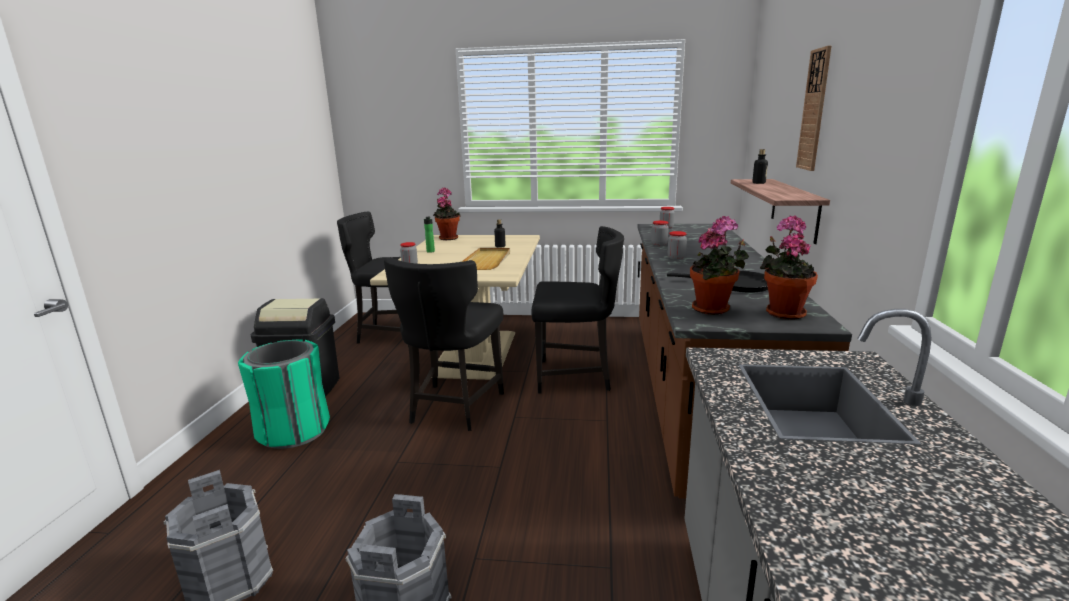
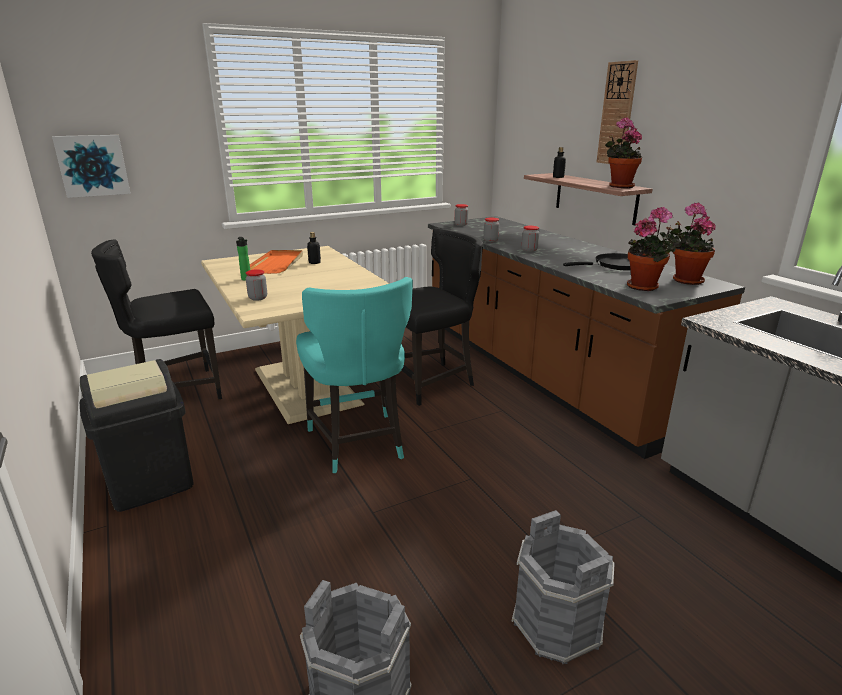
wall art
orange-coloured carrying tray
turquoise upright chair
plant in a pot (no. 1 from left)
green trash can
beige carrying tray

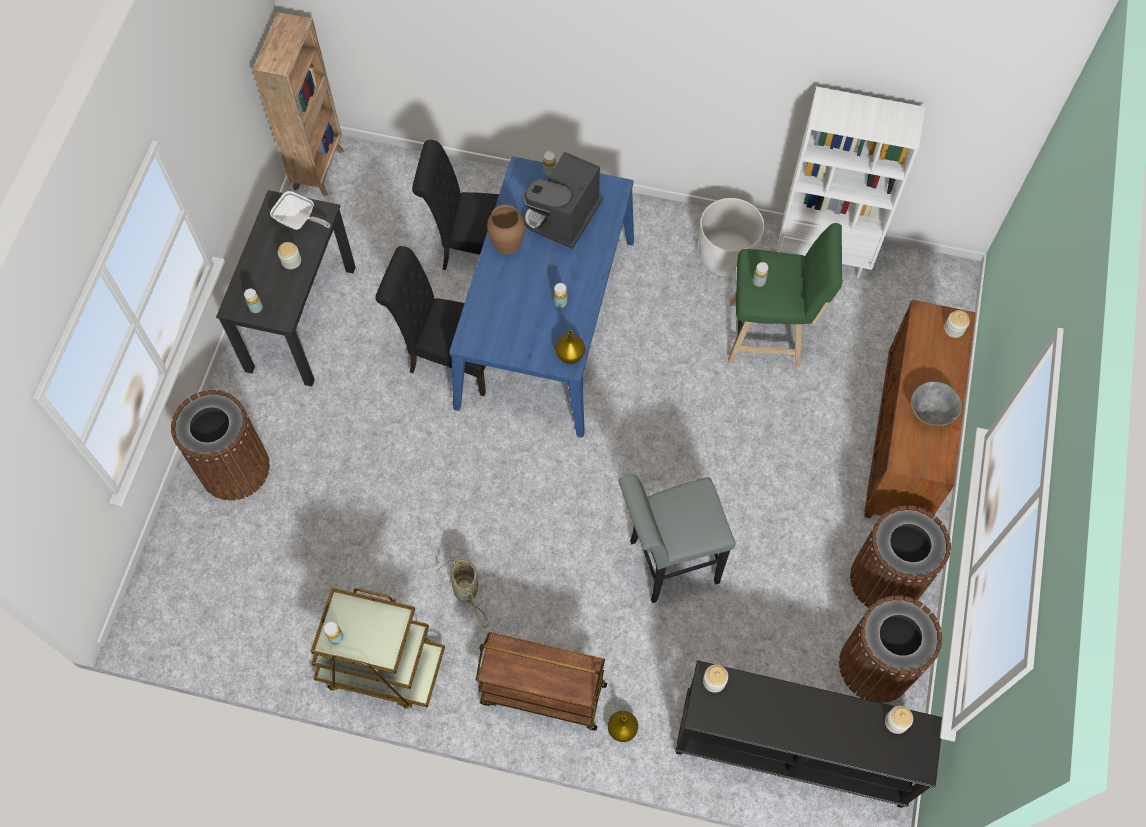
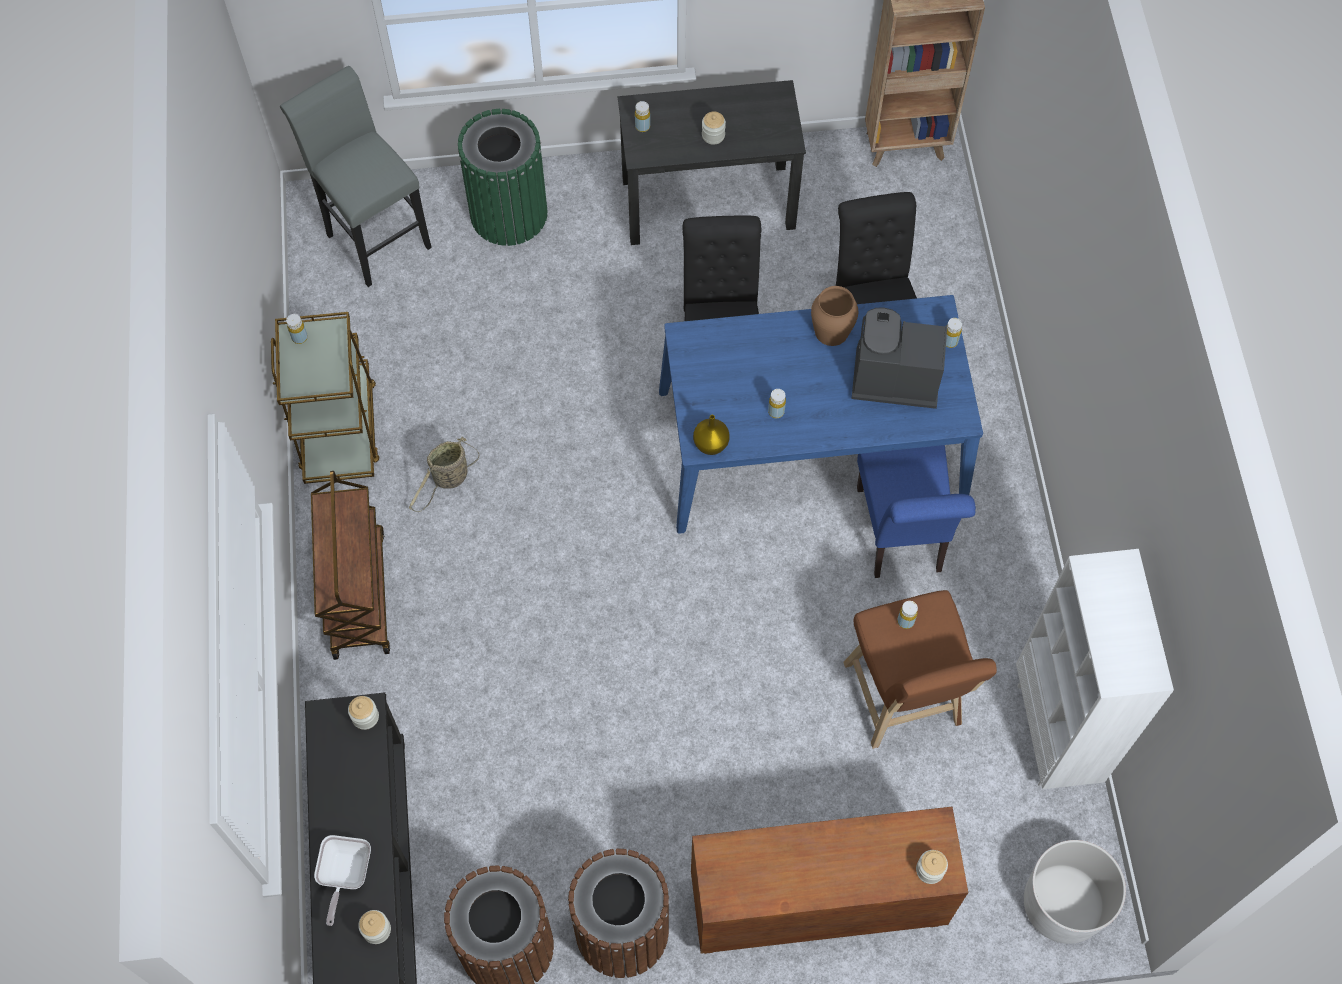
greyish stool
pan
green trash can
brown stool
bluish upright chair
white-coloured flower pot
yellow flower vase (no. 2 from left in the first image)
greyish bowl

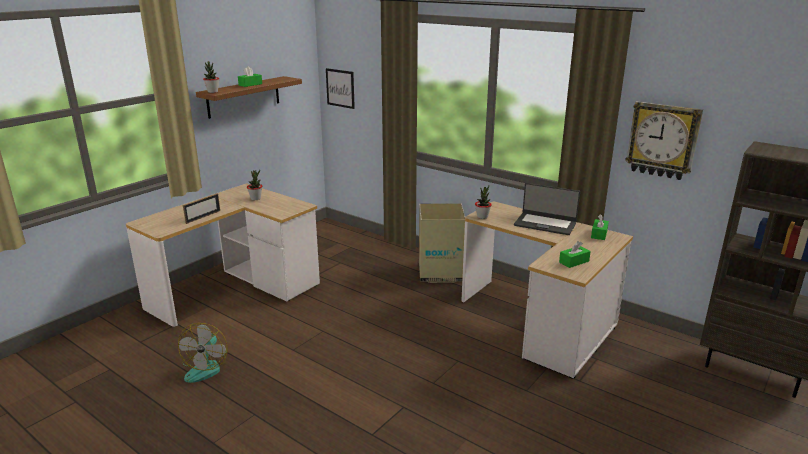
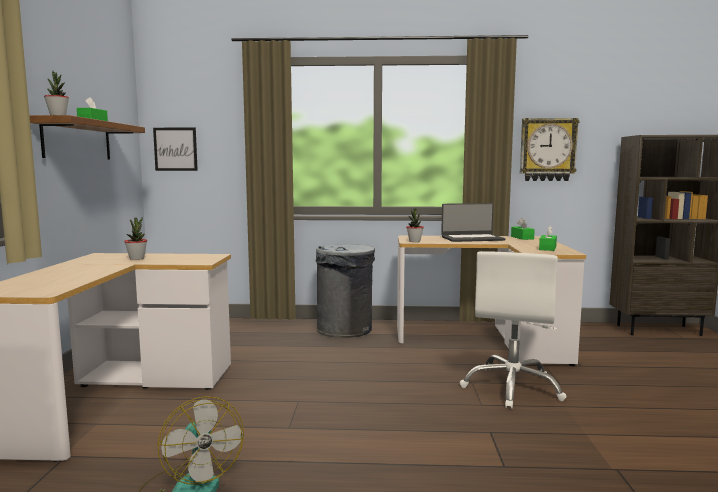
greyish trash can
white-coloured computer chair
picture frame

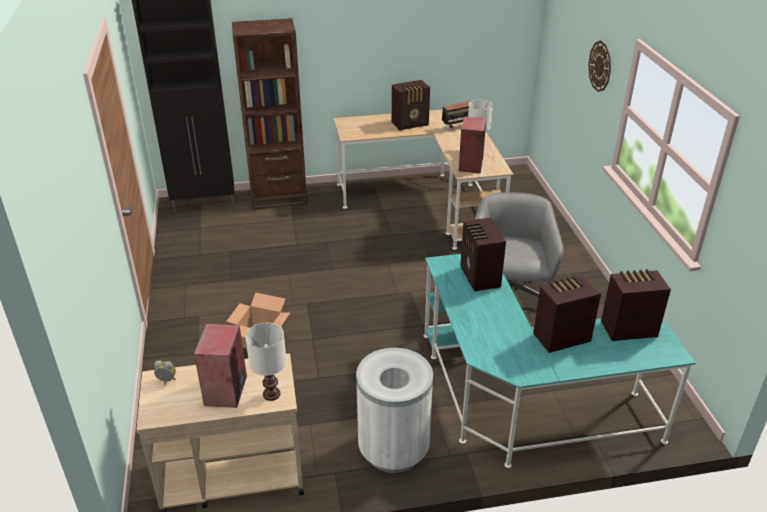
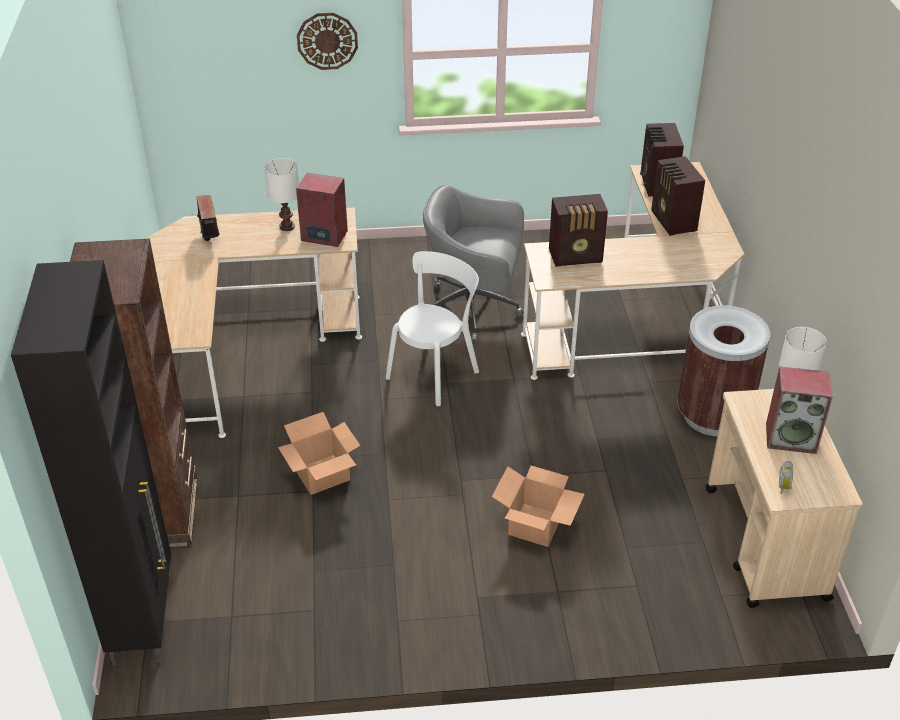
carton (no. 1 from left)
white-coloured upright chair
beige desk unit (no. 2 from left)
brown trash can
radio set (no. 1 from left in the first image)

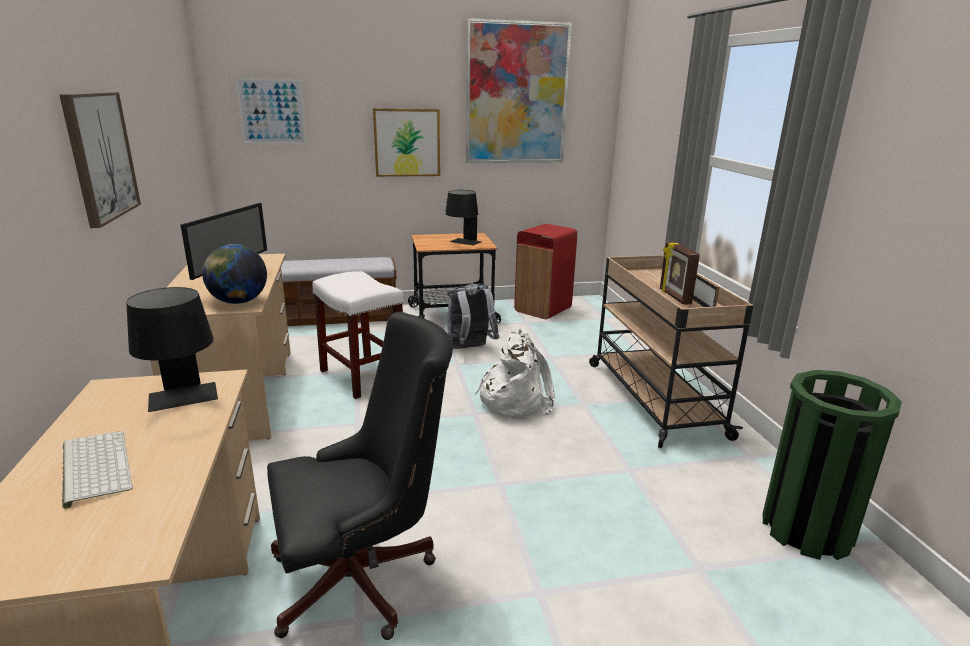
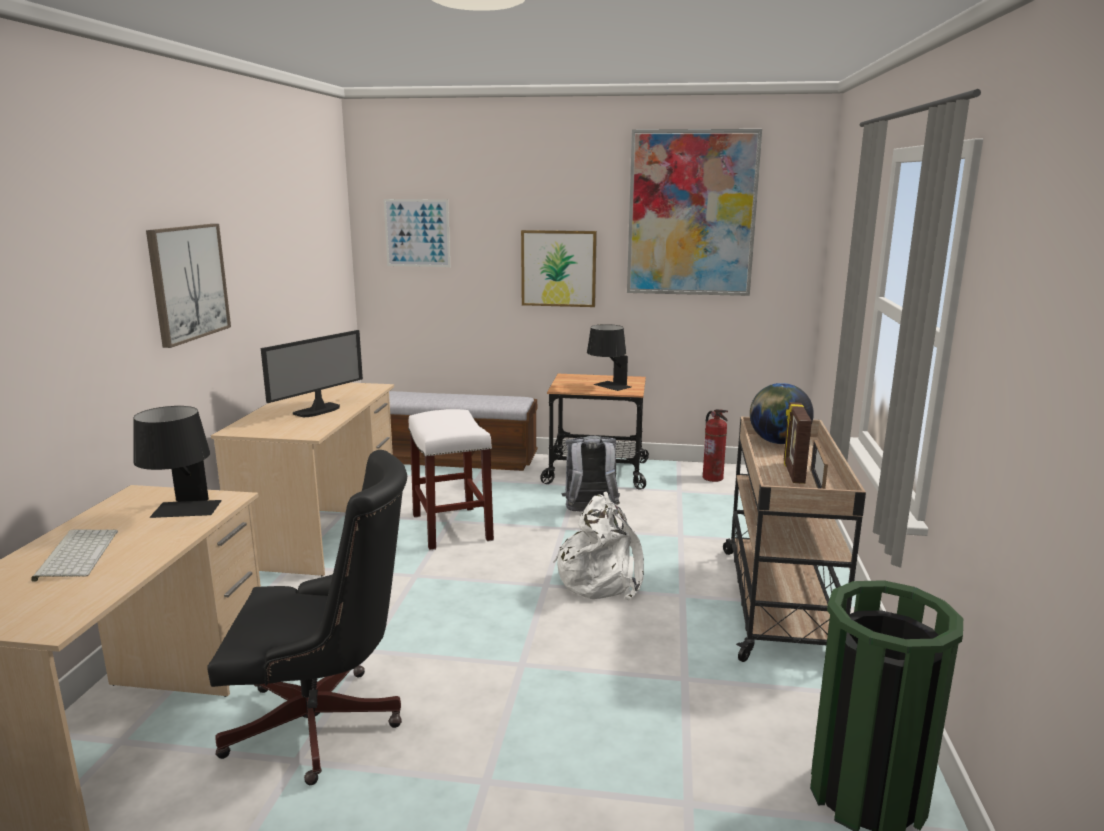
fire-fighting cylinder
globe

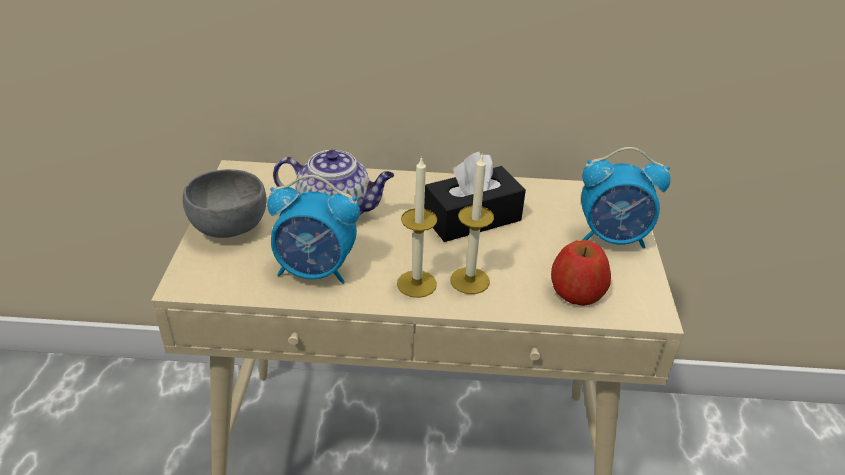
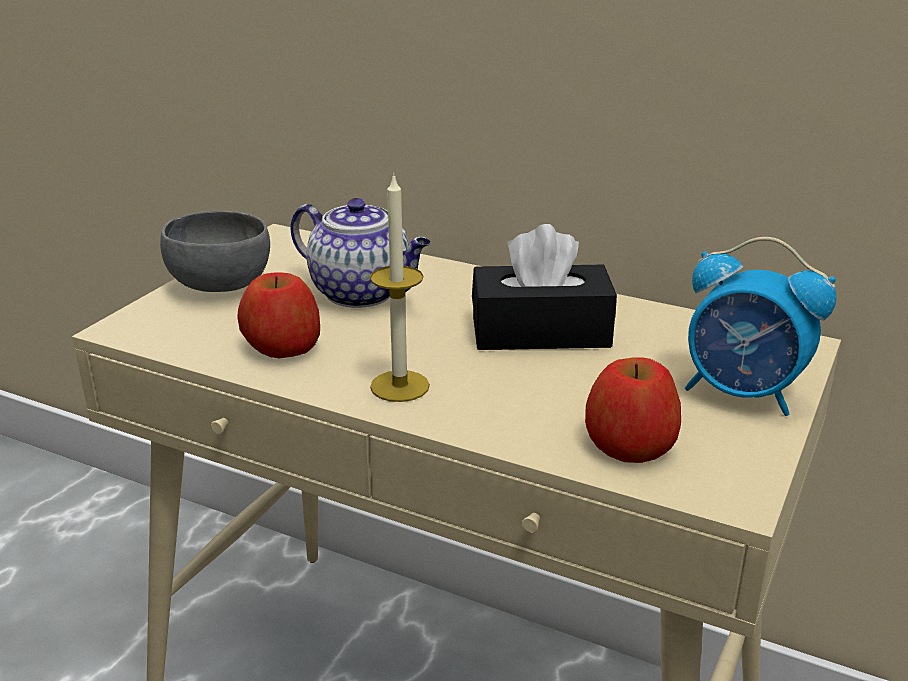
apple fruit (no. 1 from left)
candle (no. 2 from left in the first image)

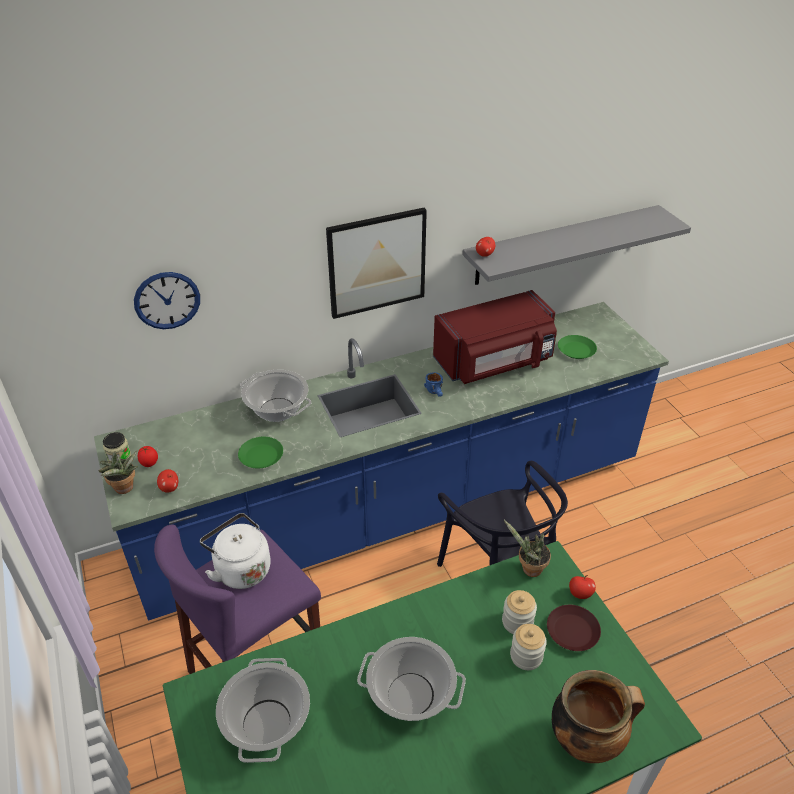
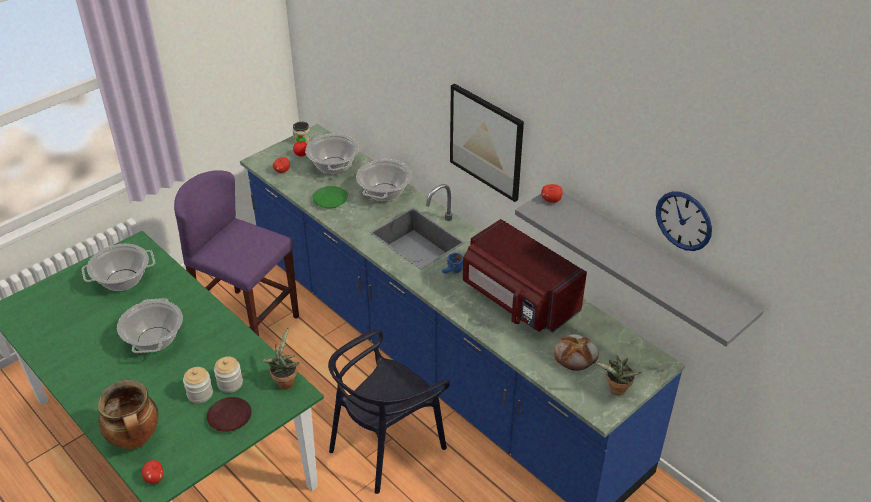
apple fruit (no. 1 from left)
cooking pot (no. 4 from left)
bread
plant in a pot (no. 2 from left)
hanging clock
white-coloured water kettle

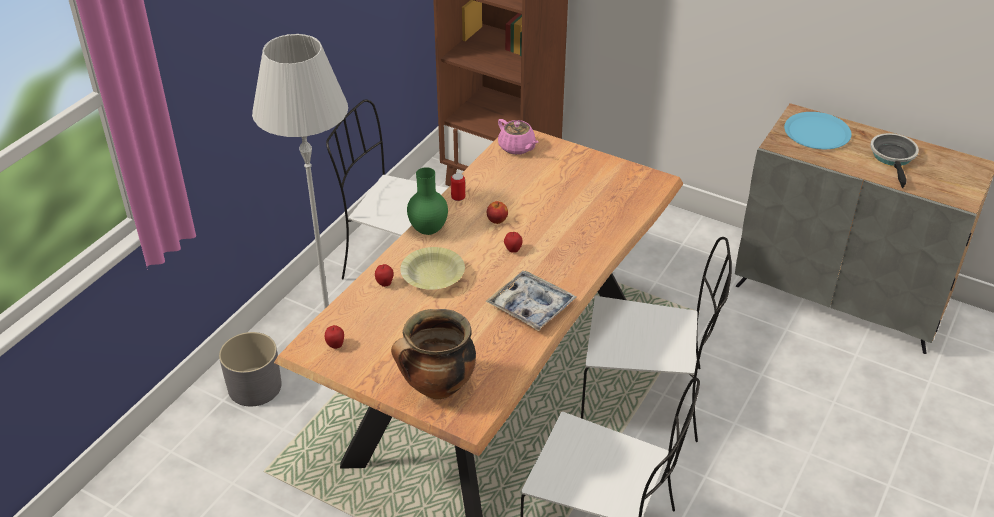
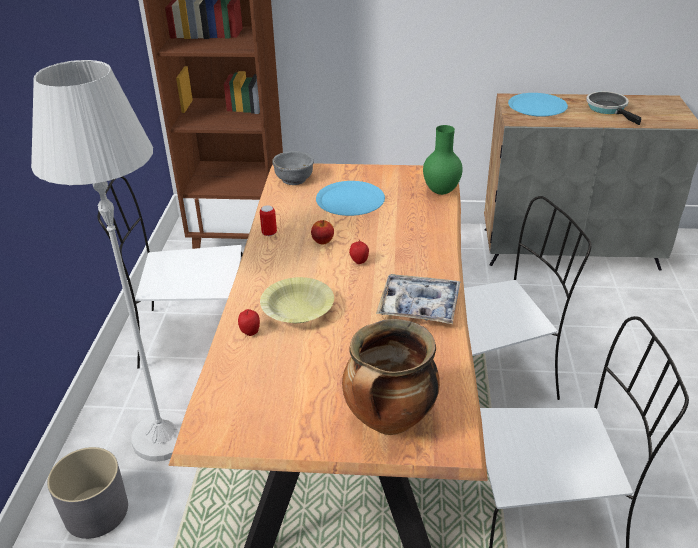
greyish bowl
bluish dinner plate (no. 1 from left)
green flower vase
apple fruit (no. 1 from left in the first image)

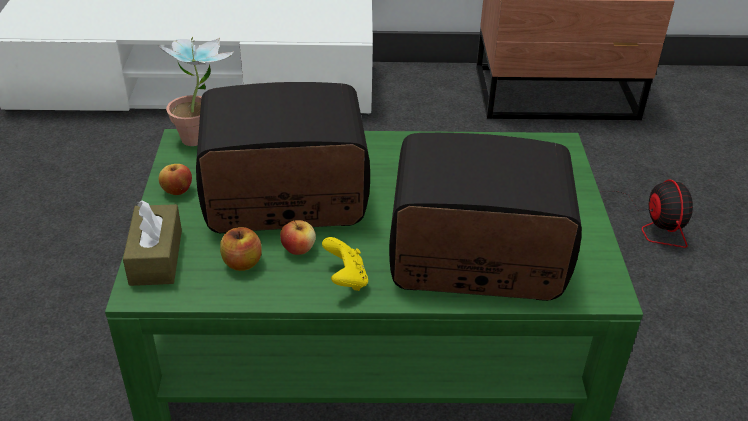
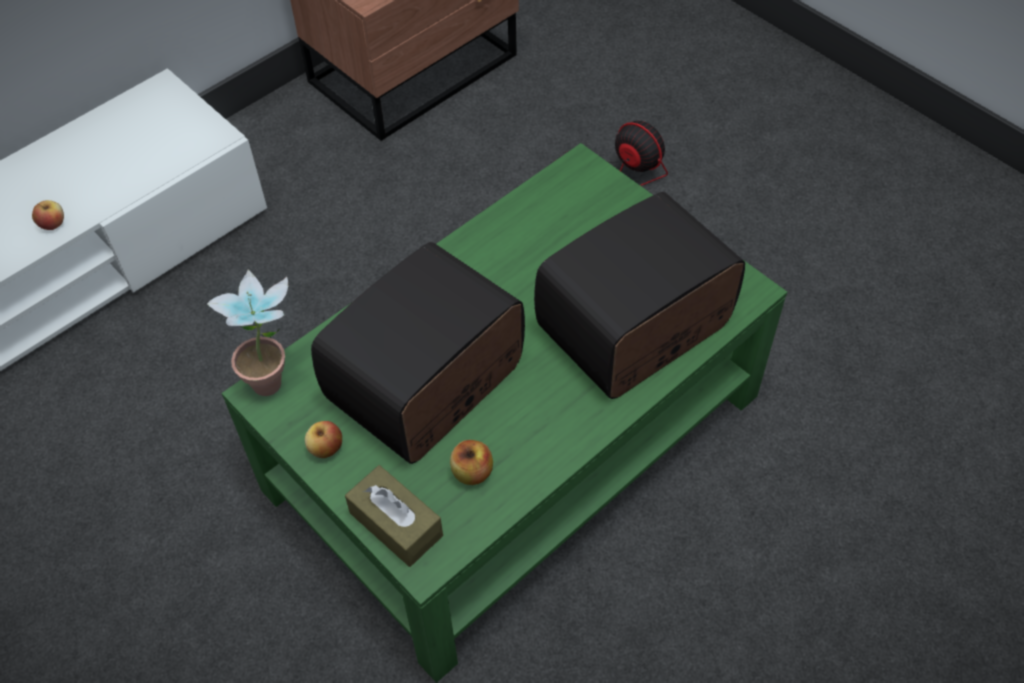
apple fruit (no. 1 from left)
yellow gamepad

